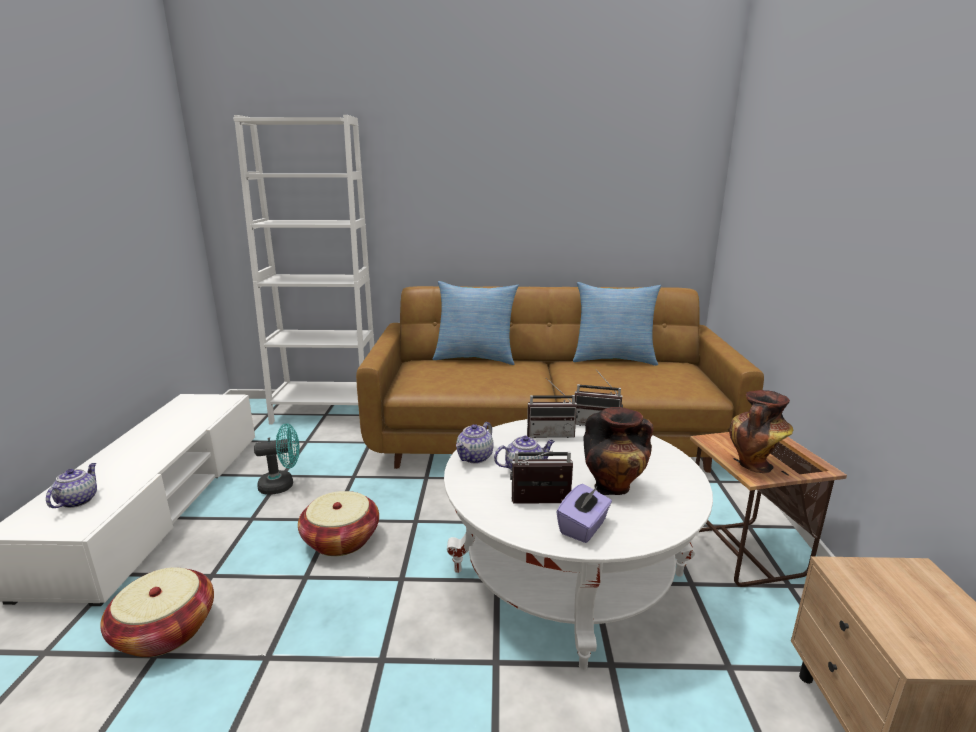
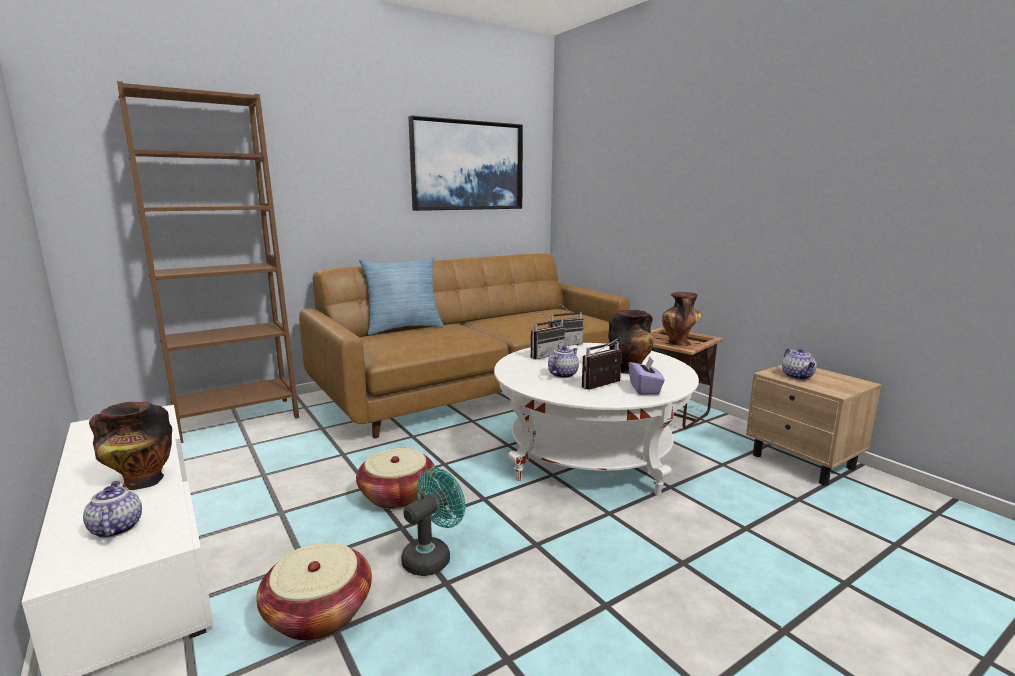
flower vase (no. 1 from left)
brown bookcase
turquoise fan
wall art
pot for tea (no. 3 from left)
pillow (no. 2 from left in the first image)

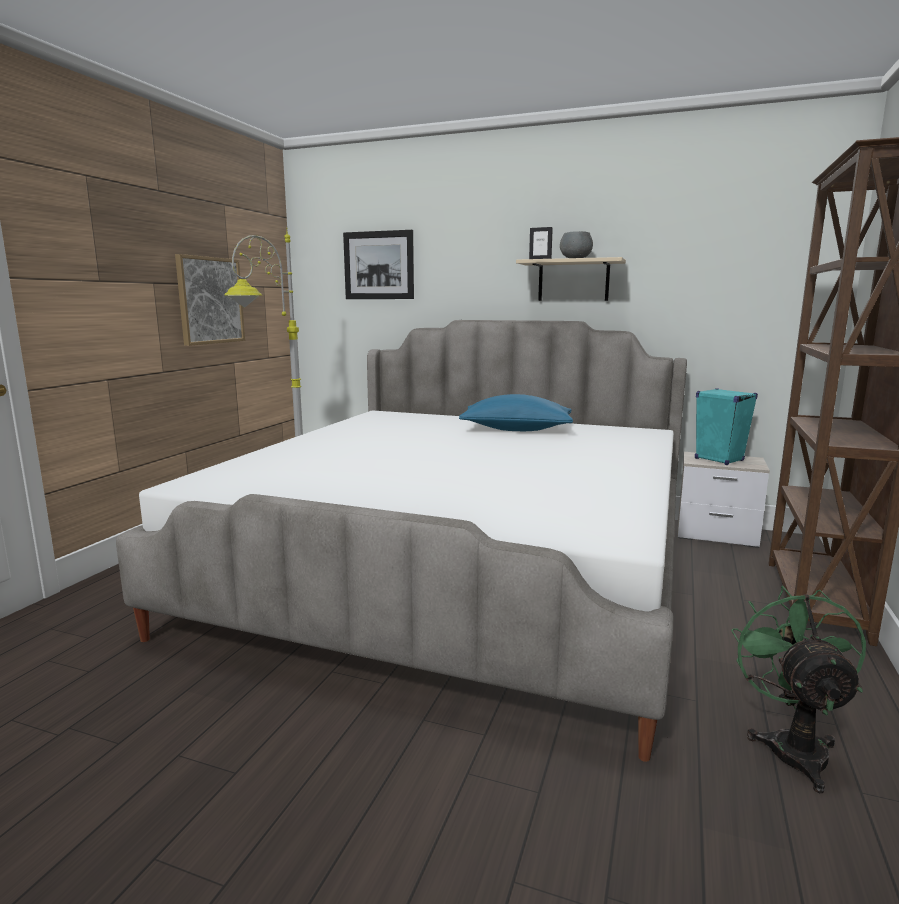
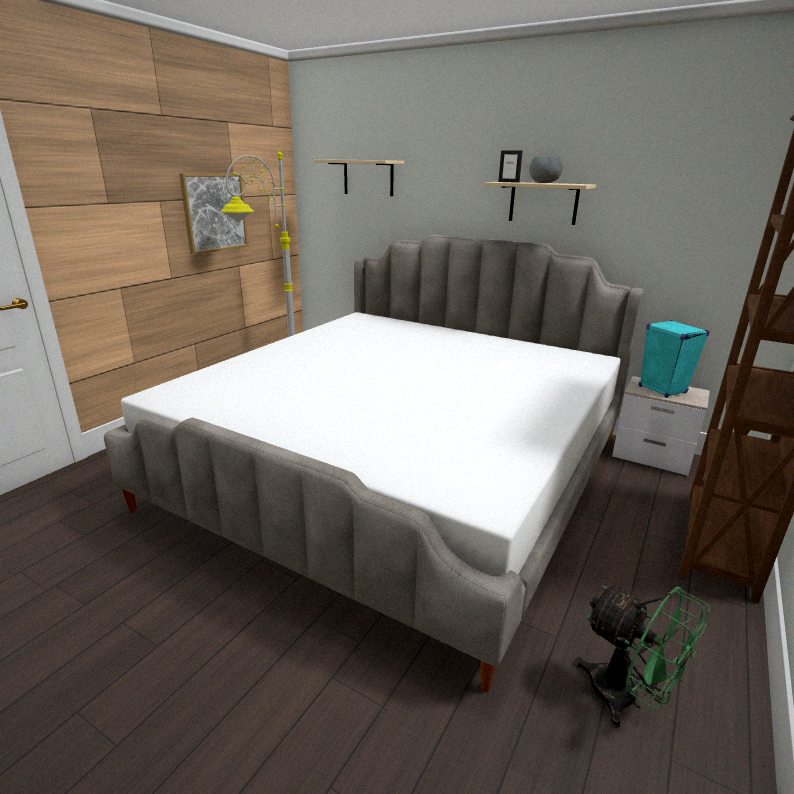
beige shelf (no. 1 from left)
green fan
bluish pillow

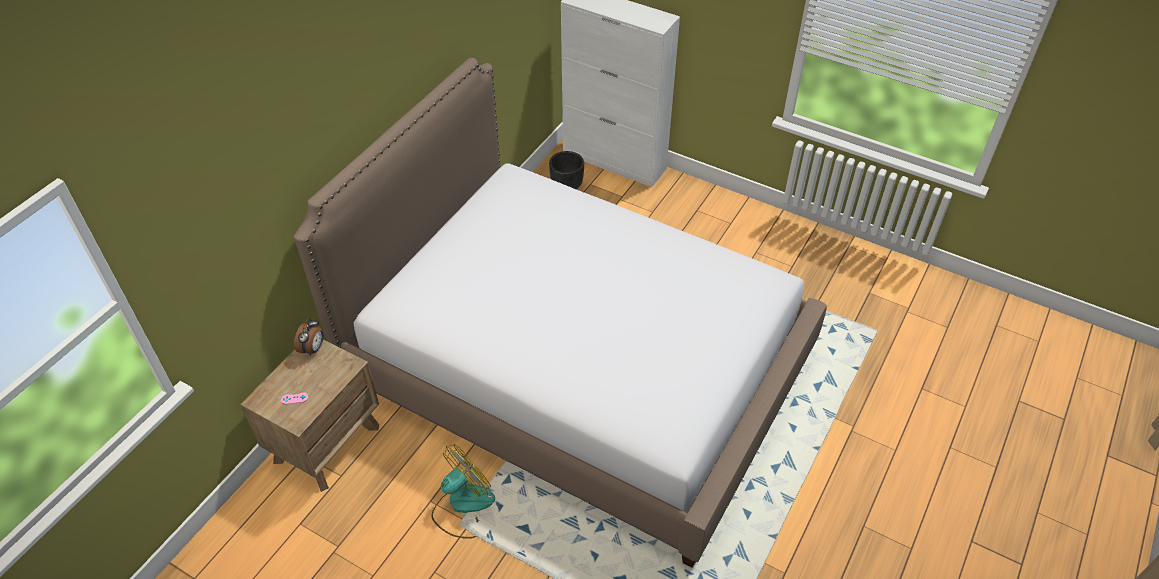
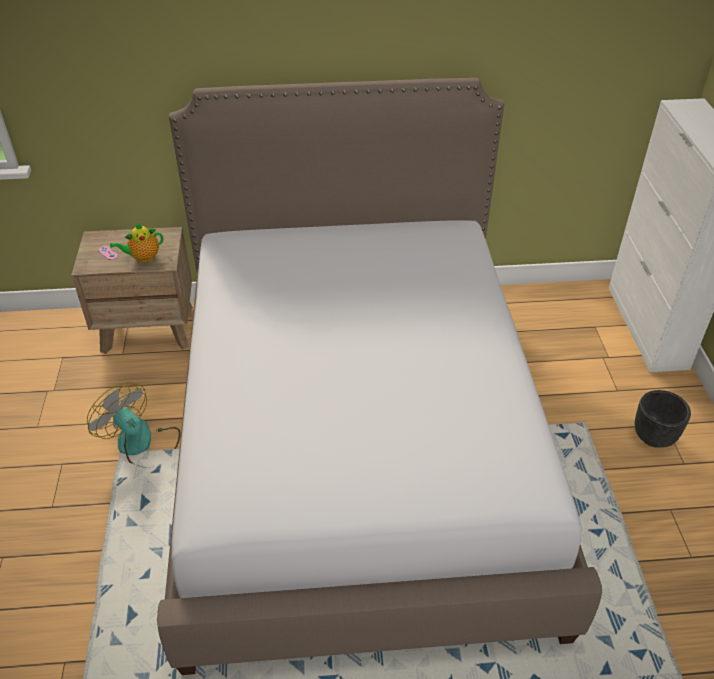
fan
pot for tea
black-coloured flower pot
bedside clock

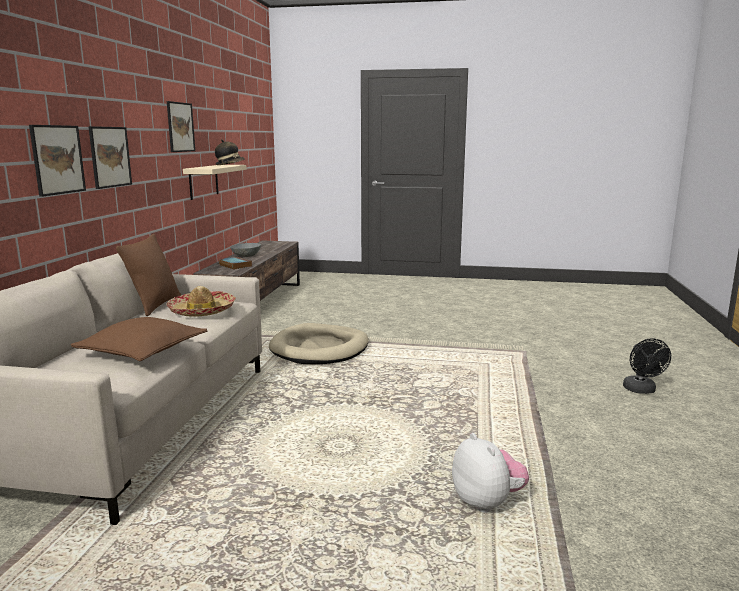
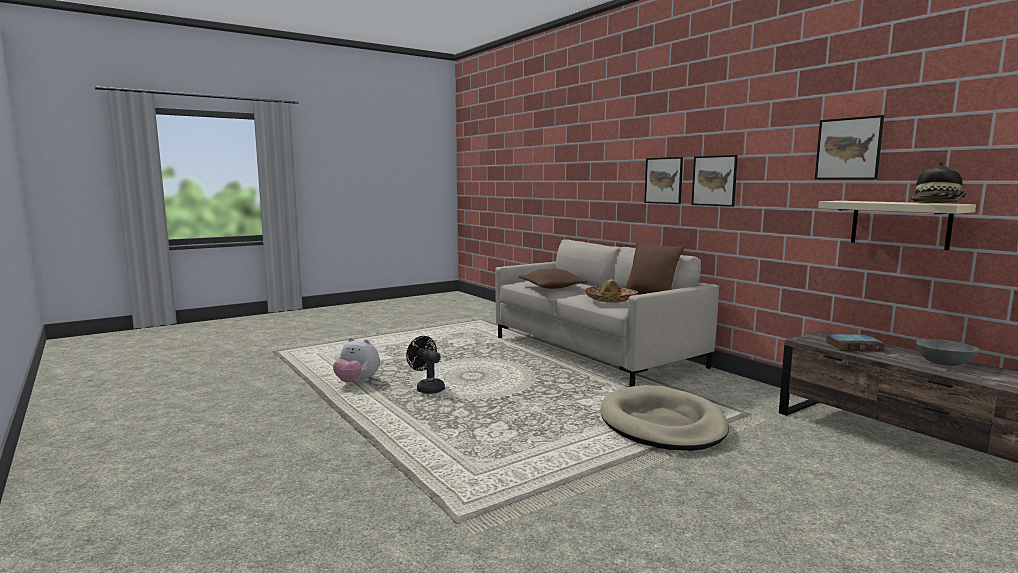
black-coloured fan

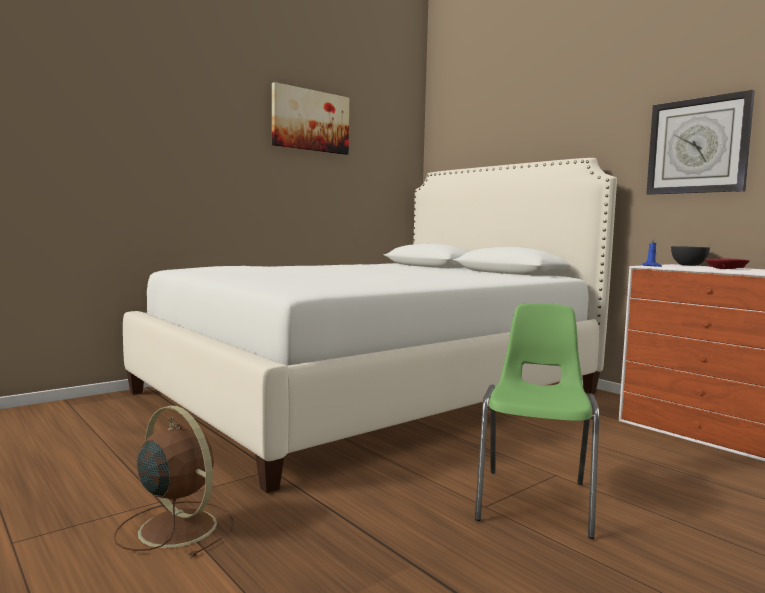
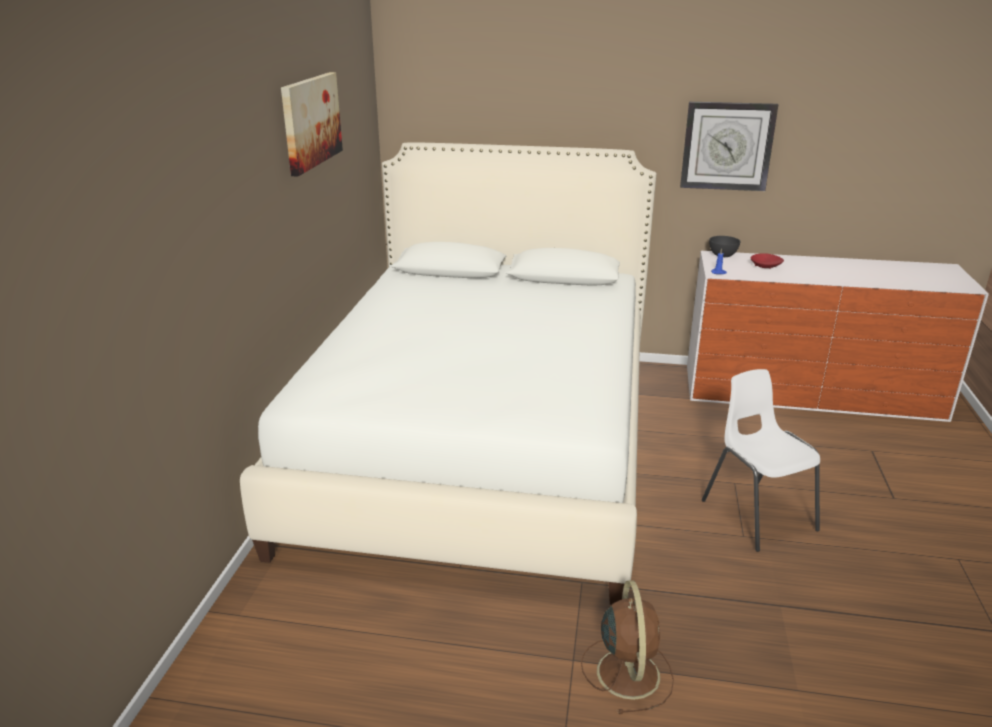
brown fan
white-coloured upright chair

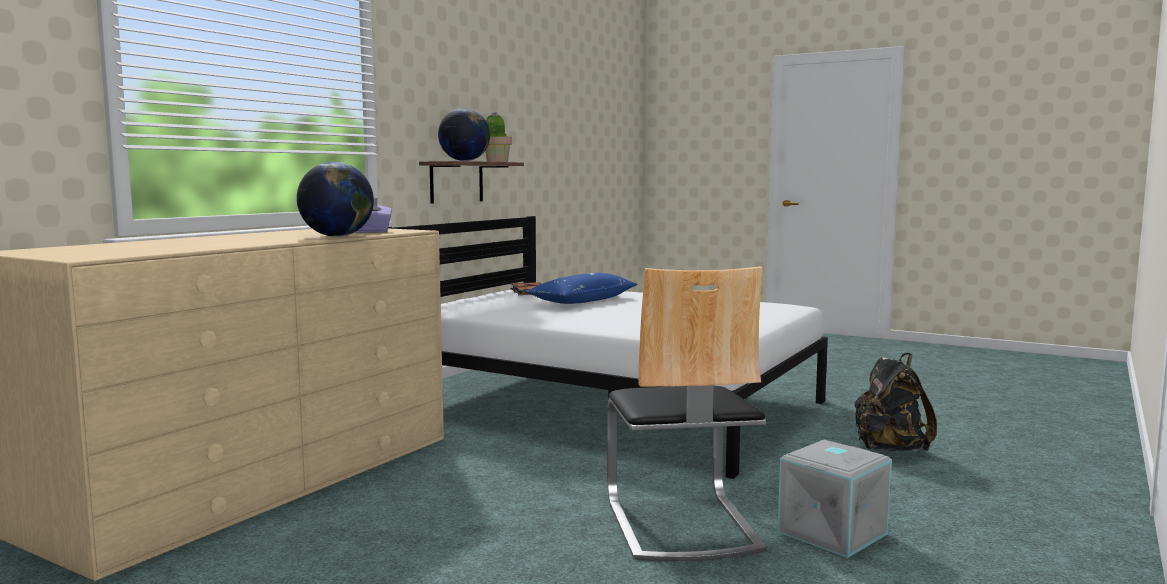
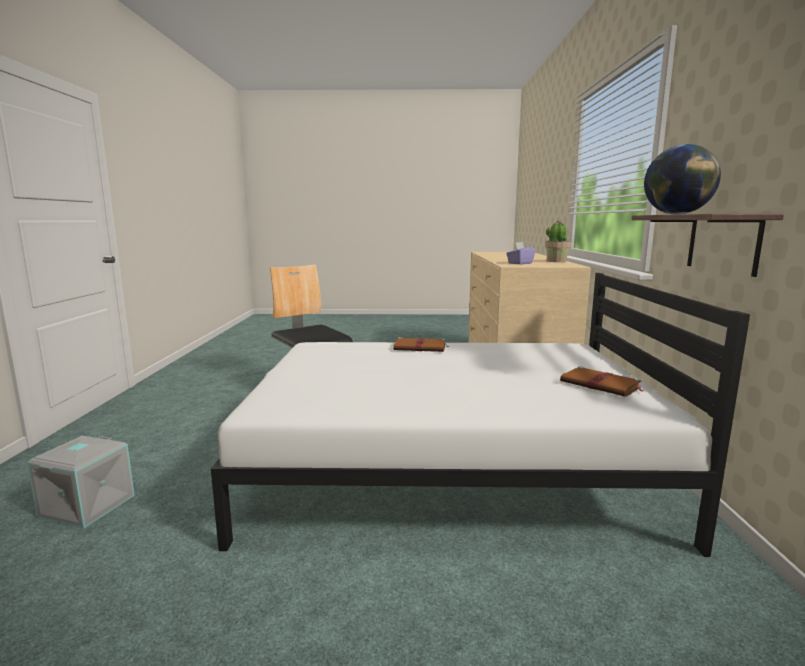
greyish storage box
brown volume (no. 1 from left)
plant in a pot
globe (no. 1 from left in the first image)
bluish pillow
black-coloured backpack

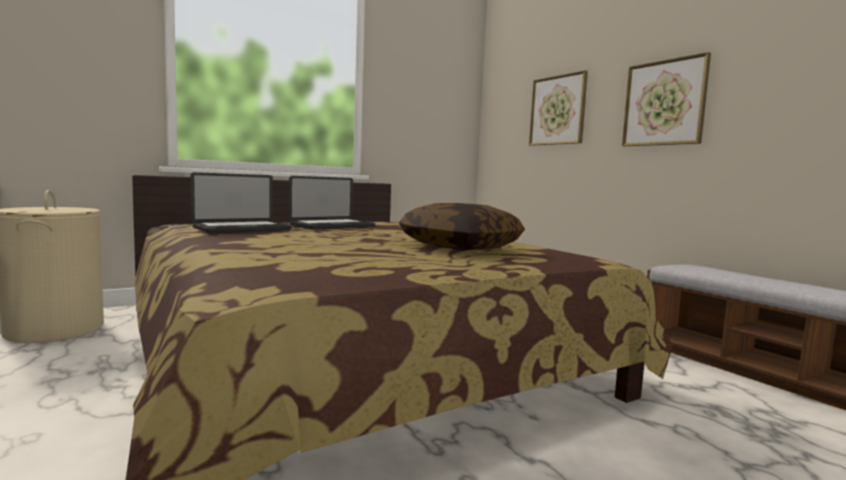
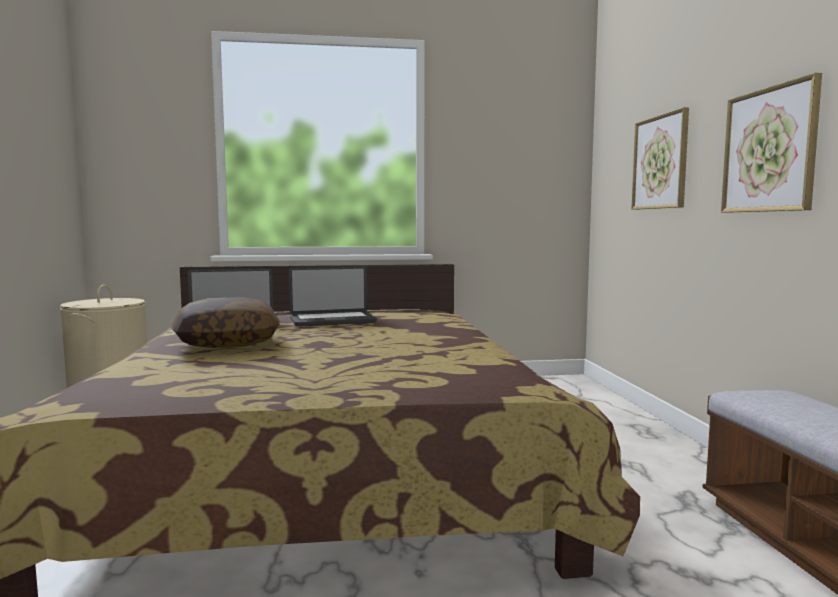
pillow

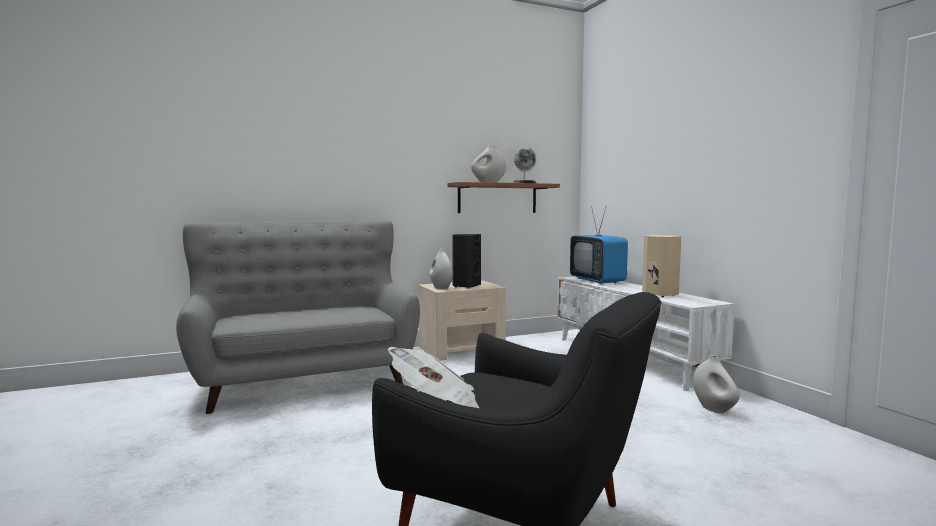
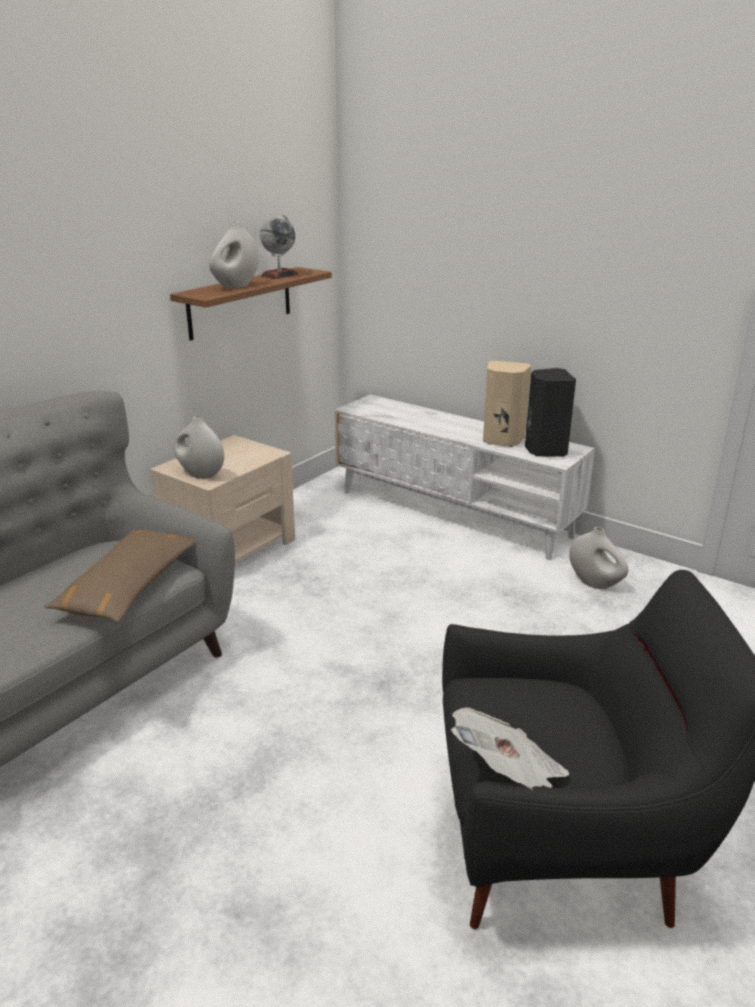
brown pillow
black-coloured speaker
television

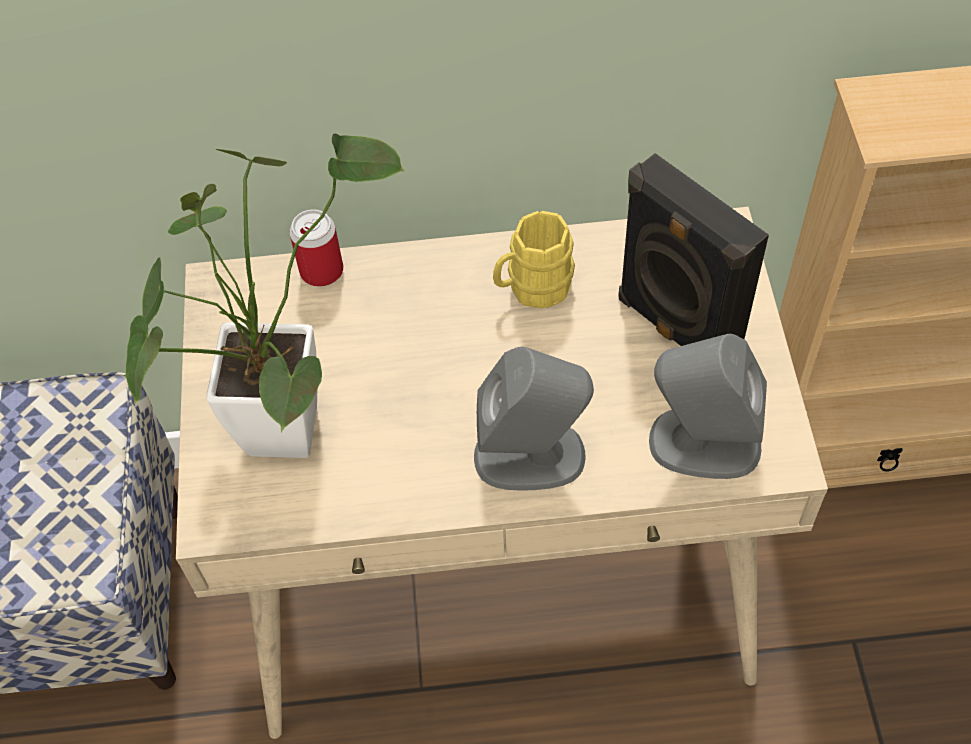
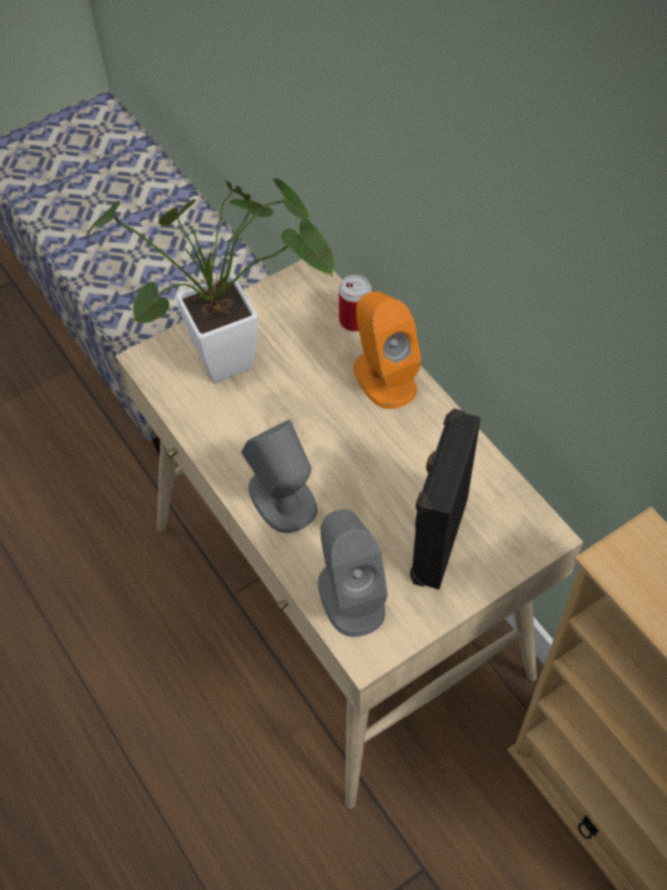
orange-coloured speaker
yellow mug

